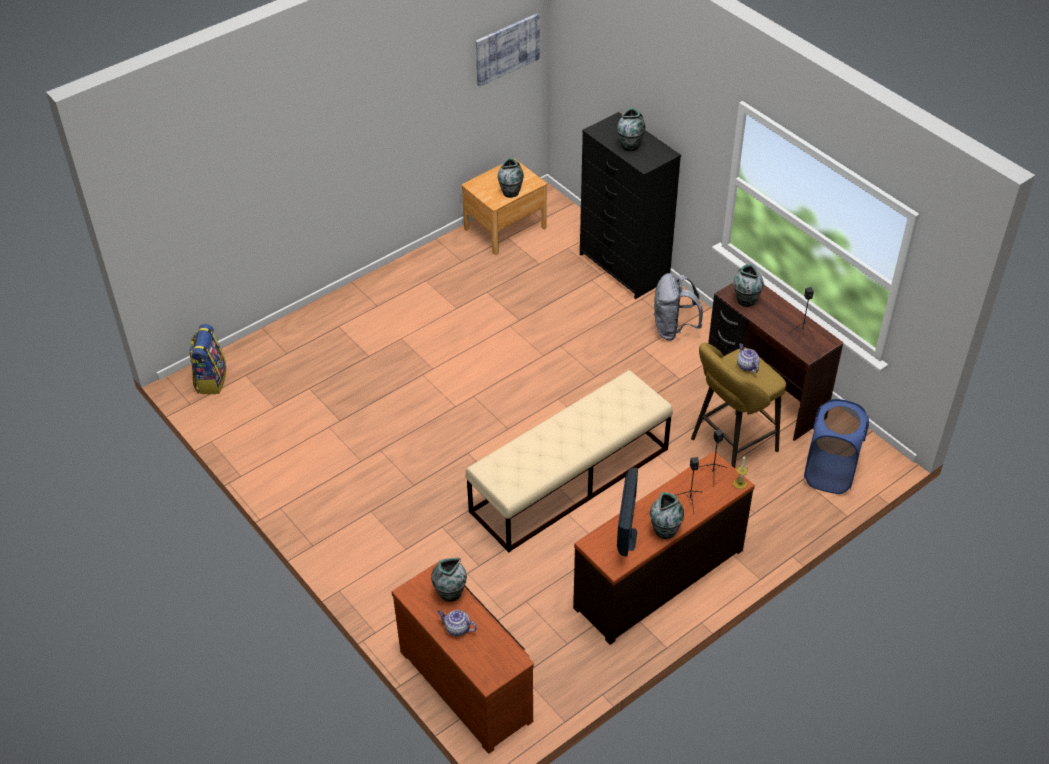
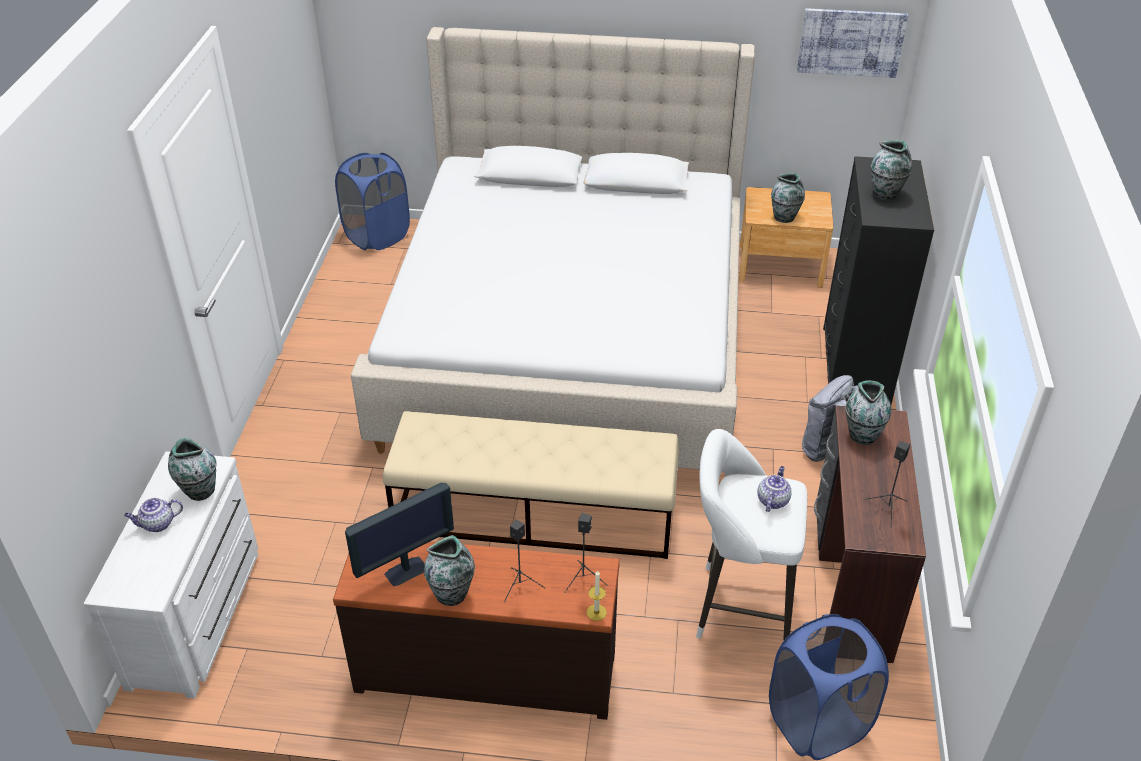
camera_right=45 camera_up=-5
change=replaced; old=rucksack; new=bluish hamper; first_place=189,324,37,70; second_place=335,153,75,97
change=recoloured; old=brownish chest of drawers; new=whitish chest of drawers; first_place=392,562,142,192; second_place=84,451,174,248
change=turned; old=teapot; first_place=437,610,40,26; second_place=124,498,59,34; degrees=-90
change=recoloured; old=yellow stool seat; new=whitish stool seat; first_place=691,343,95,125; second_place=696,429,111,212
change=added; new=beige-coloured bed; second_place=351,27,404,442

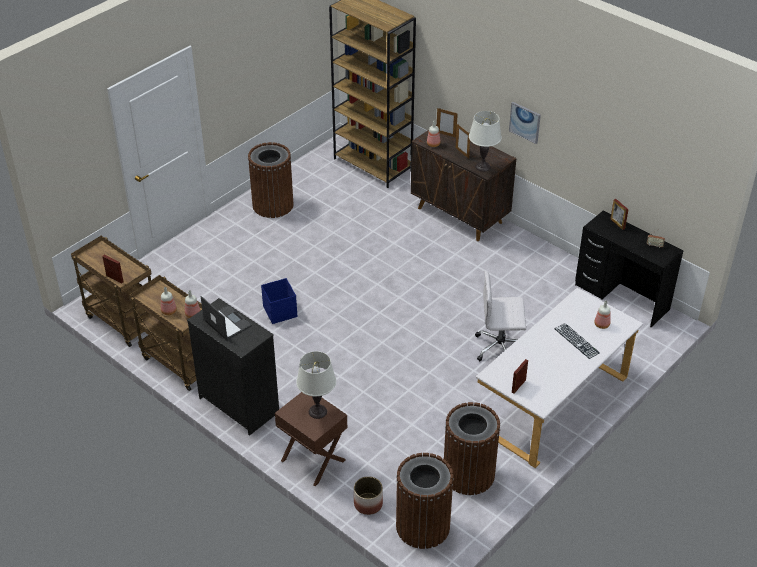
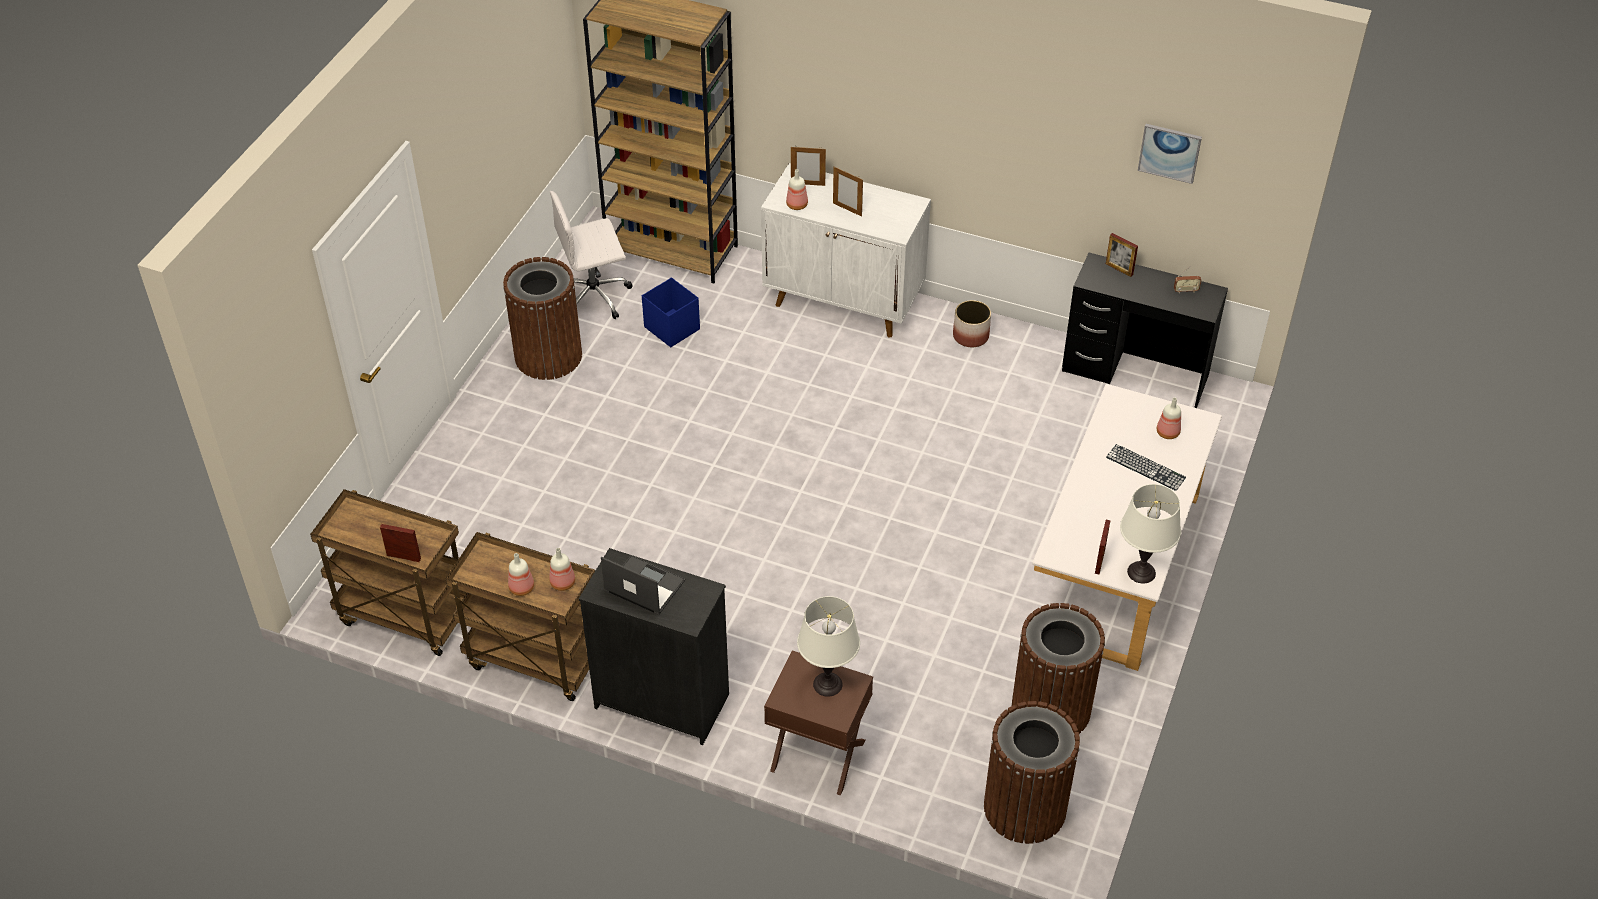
camera_right=-20 camera_up=5
change=moved; old=bluish storage container; first_place=261,278,36,46; second_place=642,278,58,69
change=moved; old=planter; first_place=354,476,29,39; second_place=953,300,38,47
change=recoloured; old=brownish cupboard; new=whitish cupboard; first_place=411,124,106,117; second_place=761,163,170,175
change=moved; old=whitish lamp for a table; first_place=469,111,33,61; second_place=1120,484,61,100
change=moved; old=whitish desk chair; first_place=475,270,51,91; second_place=550,191,82,128
change=moved; old=wall picture; first_place=509,102,32,42; second_place=1138,124,64,60

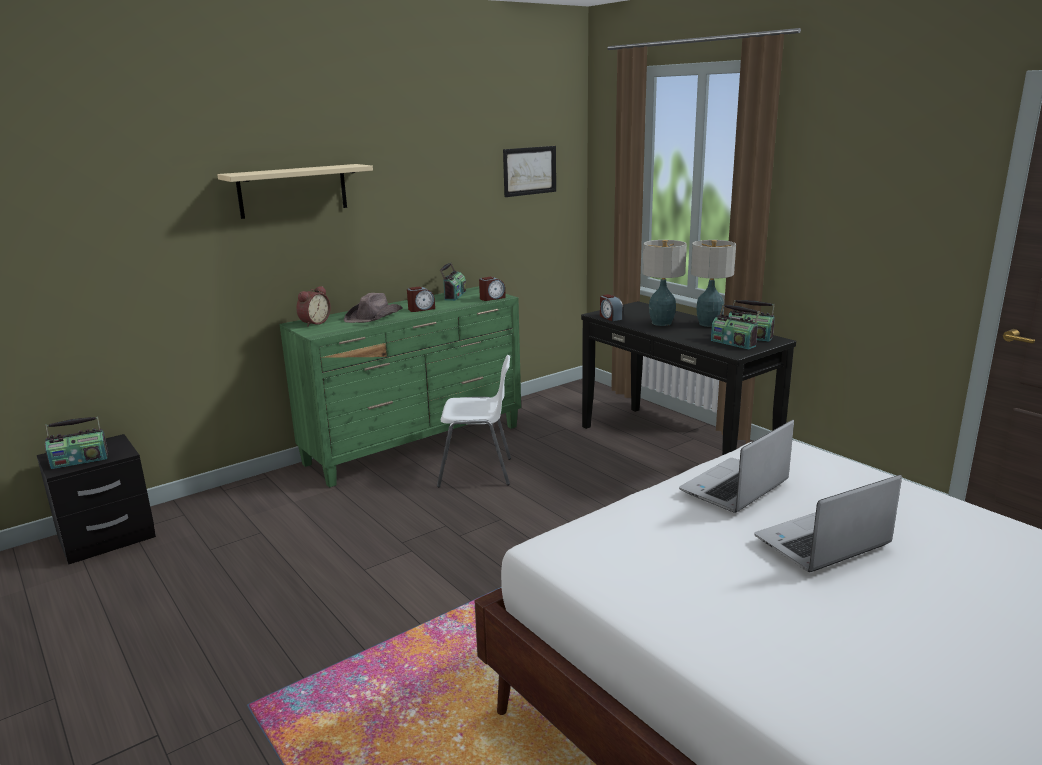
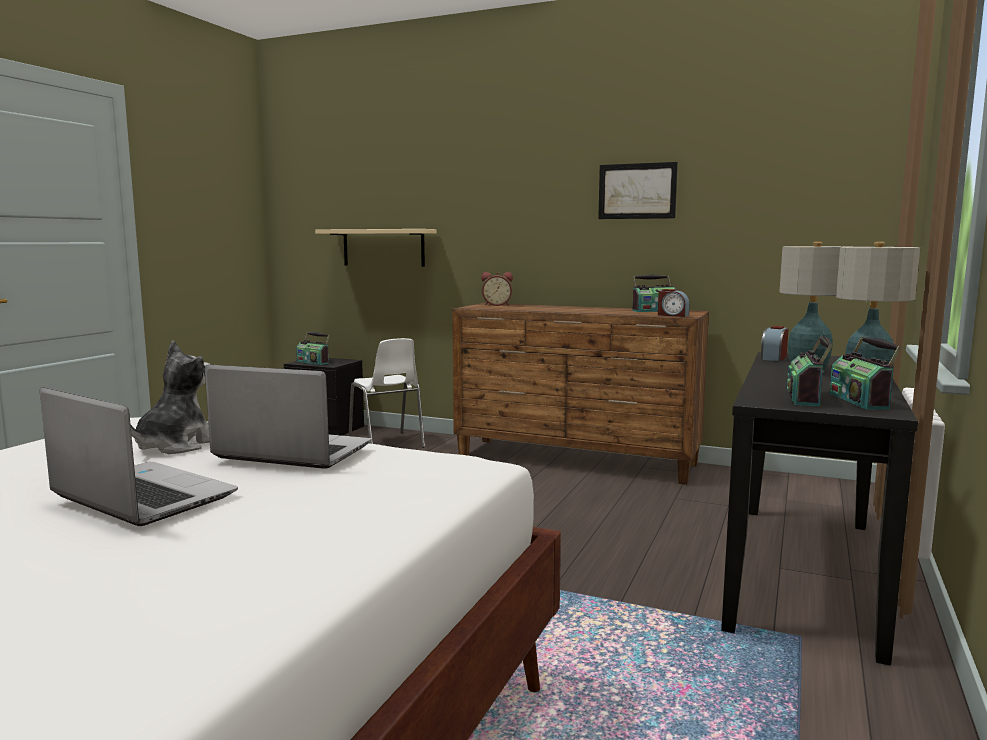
camera_right=60 camera_up=-10
change=moved; old=beige-coloured wall shelf; first_place=217,164,156,55; second_place=315,229,121,38
change=recoloured; old=green chest of drawers; new=brownish chest of drawers; first_place=279,286,242,201; second_place=452,303,257,182
change=removed; old=brownish clothing hat; first_place=344,293,59,30
change=removed; old=table clock; first_place=407,287,28,25
change=moved; old=whitish upright chair; first_place=437,355,74,132; second_place=349,338,76,110
change=moved; old=wall picture; first_place=503,146,53,51; second_place=598,162,80,57
change=added; new=soft toy; second_place=131,340,80,114

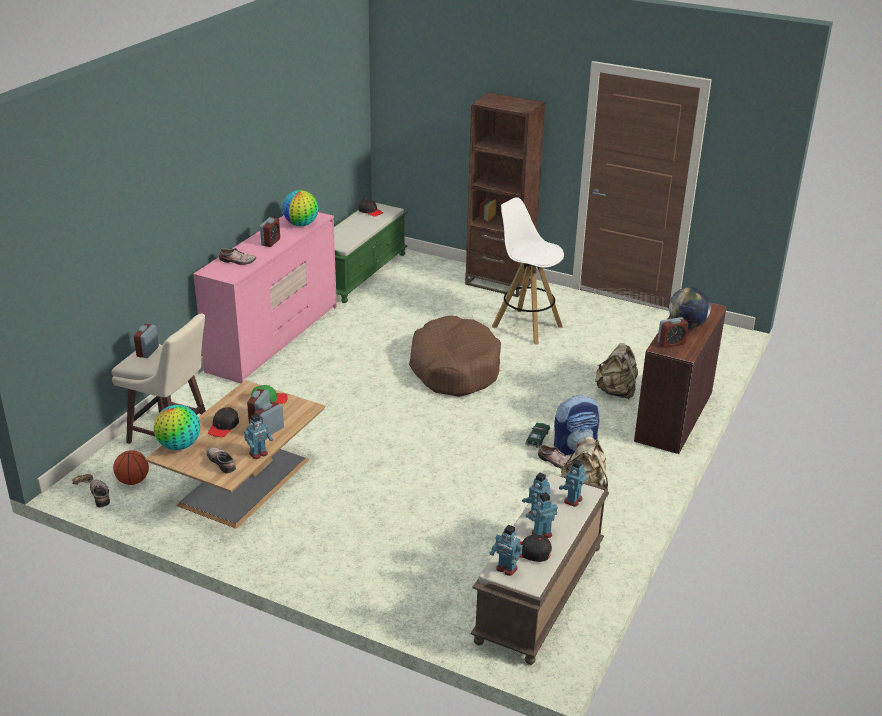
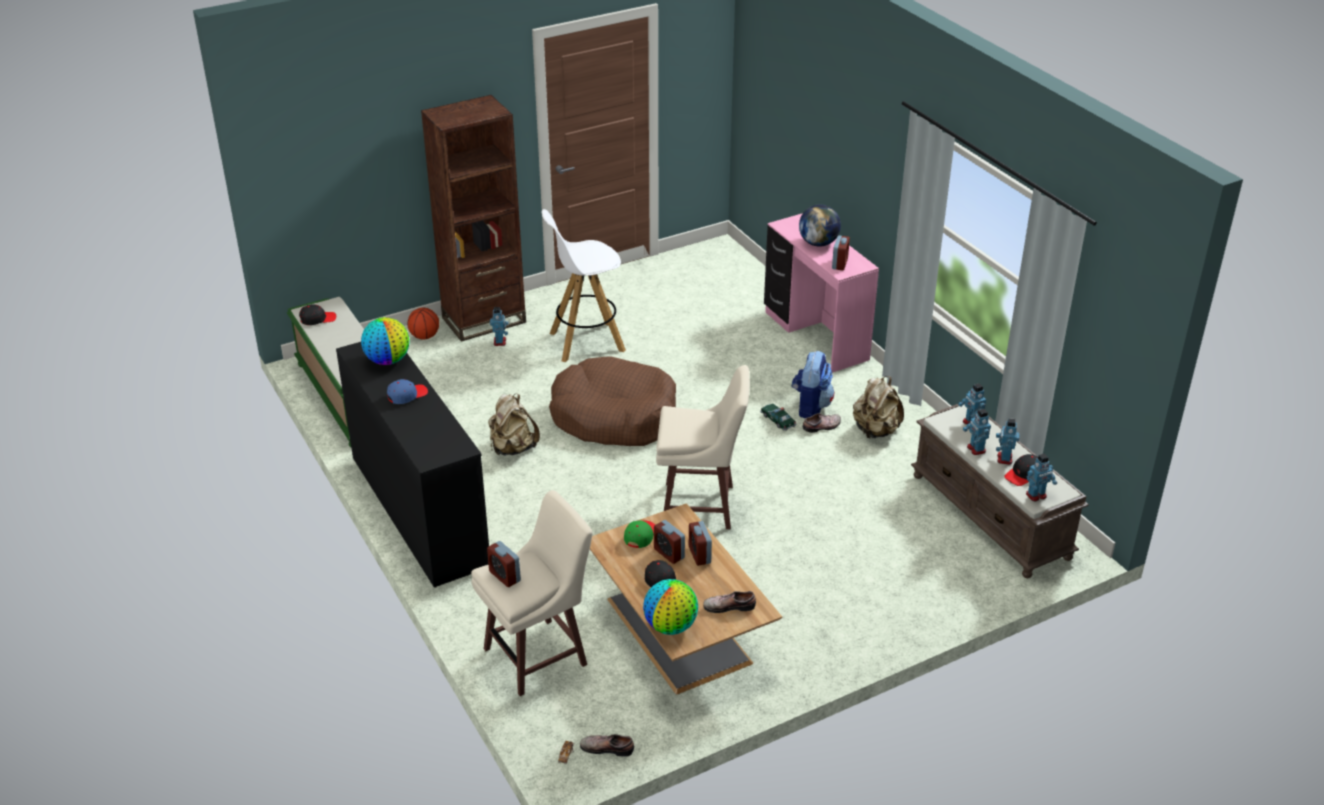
camera_right=-55 camera_up=5
change=moved; old=basketball ball; first_place=113,450,36,35; second_place=407,308,32,31
change=recoloured; old=pink chest of drawers; new=black chest of drawers; first_place=193,212,144,171; second_place=336,342,153,246
change=removed; old=low shoe; first_place=219,248,37,17
change=moved; old=robot figure; first_place=244,414,29,45; second_place=490,307,19,39
change=replaced; old=table clock; new=bluish cap; first_place=260,217,20,30; second_place=387,379,41,25
change=moved; old=beige-coloured rucksack; first_place=595,343,43,56; second_place=488,394,52,62
change=recoloured; old=brownish desk unit; new=pink desk unit; first_place=634,303,93,151; second_place=764,213,115,160
change=added; new=beige-coloured stool seat; second_place=656,365,94,164

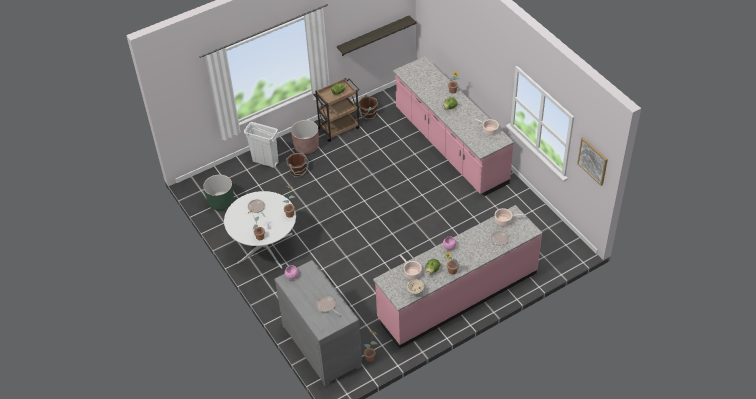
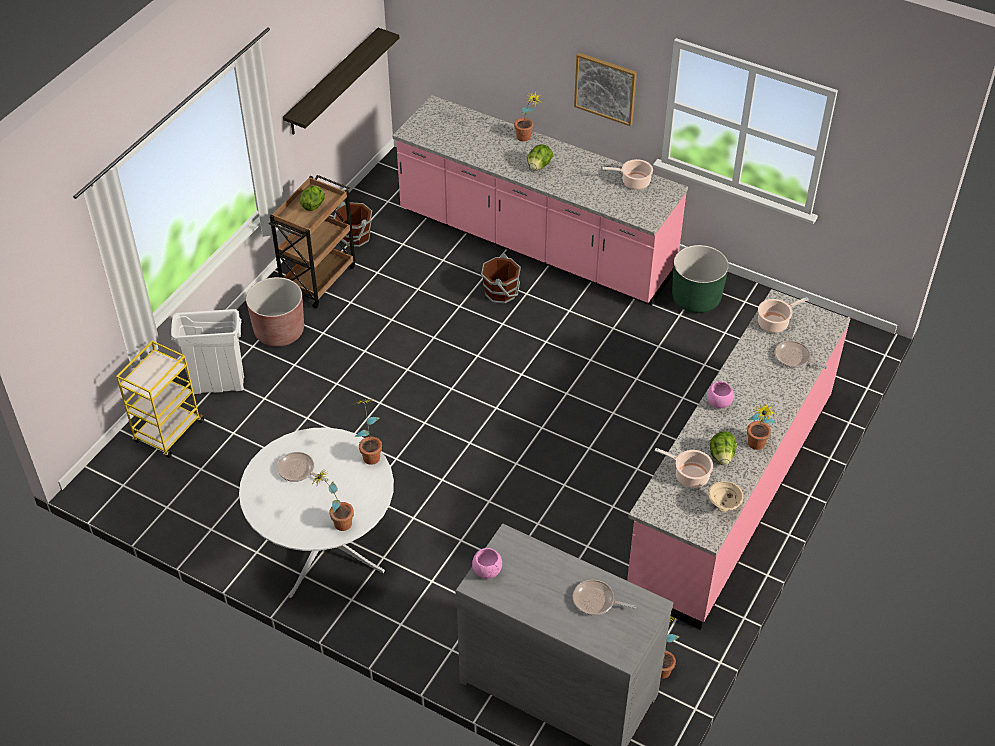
camera_right=-30 camera_up=0
change=moved; old=green planter; first_place=203,175,31,35; second_place=672,245,57,68
change=moved; old=brownish water bucket; first_place=286,153,23,24; second_place=481,253,40,51
change=moved; old=wall picture; first_place=577,137,31,49; second_place=574,53,63,73
change=added; new=yellow wheeled cart; second_place=116,341,90,117

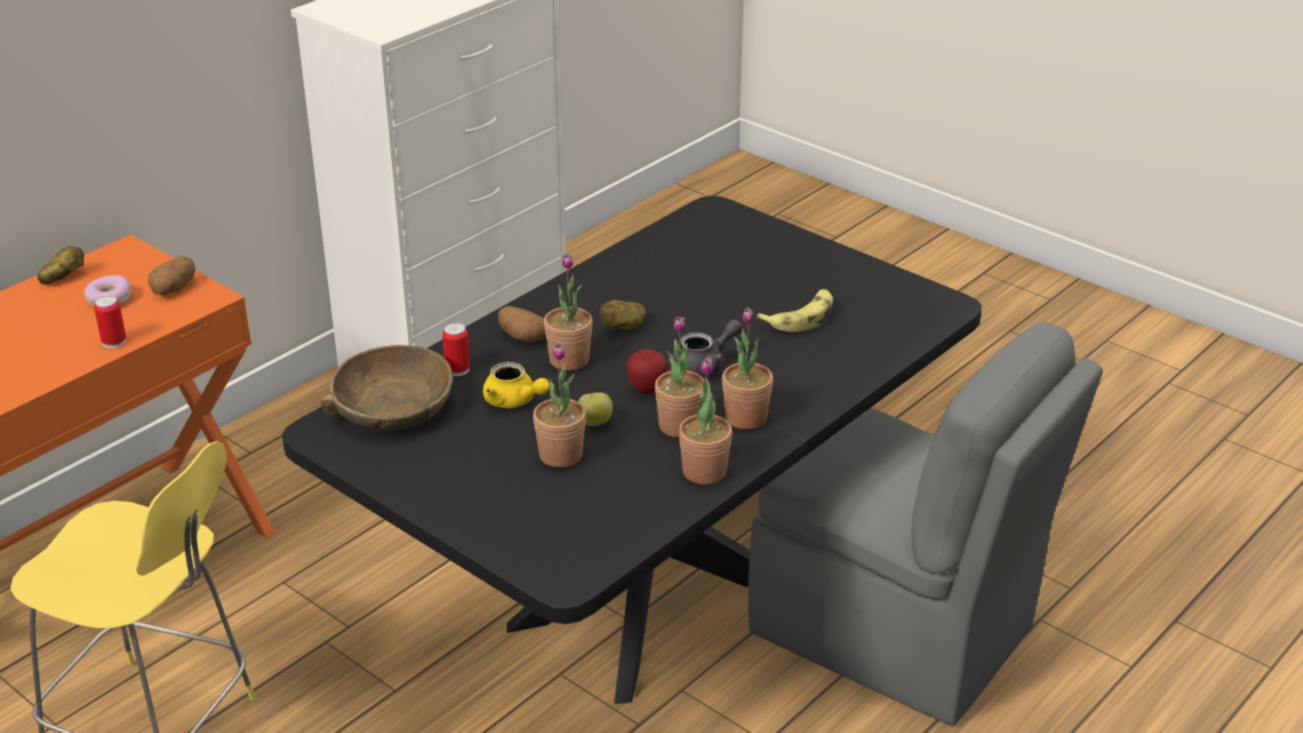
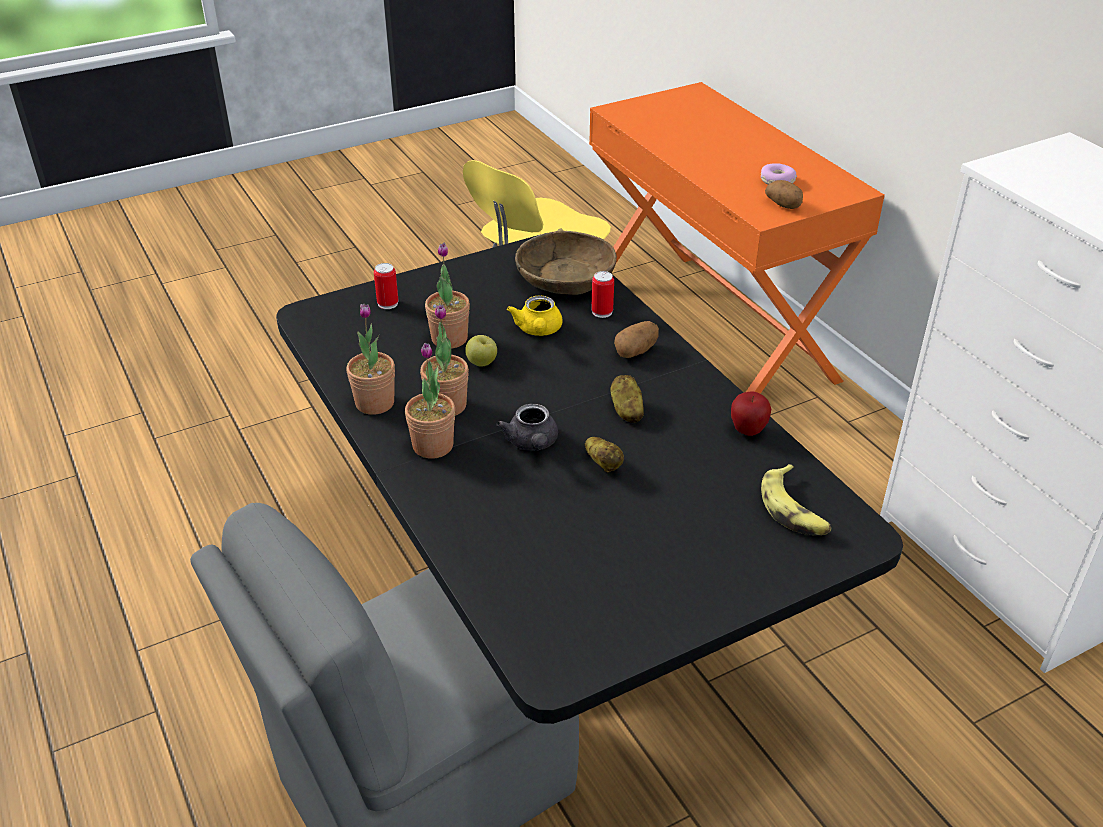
camera_right=110 camera_up=5
change=moved; old=potato; first_place=37,246,47,38; second_place=585,437,39,36
change=moved; old=sealed can; first_place=94,296,32,52; second_place=374,263,25,46
change=turned; old=yellow teapot; first_place=483,362,67,46; second_place=507,295,55,41; degrees=-60
change=removed; old=plant in a pot; first_place=544,254,49,117
change=moved; old=whole apple; first_place=627,349,41,44; second_place=731,391,40,45
change=moved; old=banana fruit; first_place=757,289,76,43; second_place=761,464,70,71

